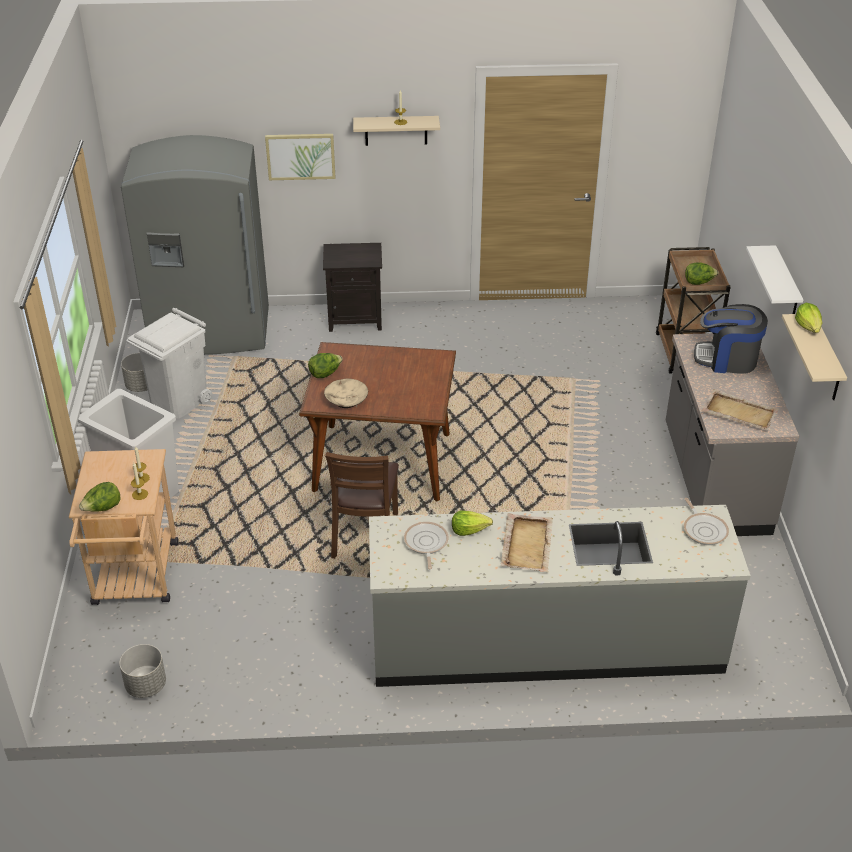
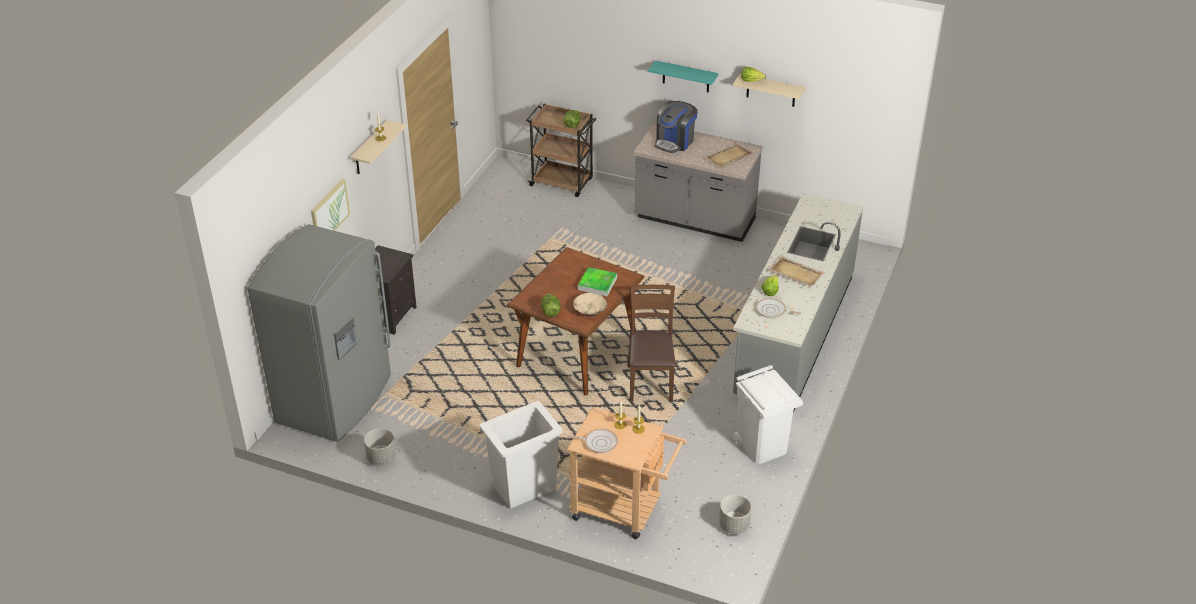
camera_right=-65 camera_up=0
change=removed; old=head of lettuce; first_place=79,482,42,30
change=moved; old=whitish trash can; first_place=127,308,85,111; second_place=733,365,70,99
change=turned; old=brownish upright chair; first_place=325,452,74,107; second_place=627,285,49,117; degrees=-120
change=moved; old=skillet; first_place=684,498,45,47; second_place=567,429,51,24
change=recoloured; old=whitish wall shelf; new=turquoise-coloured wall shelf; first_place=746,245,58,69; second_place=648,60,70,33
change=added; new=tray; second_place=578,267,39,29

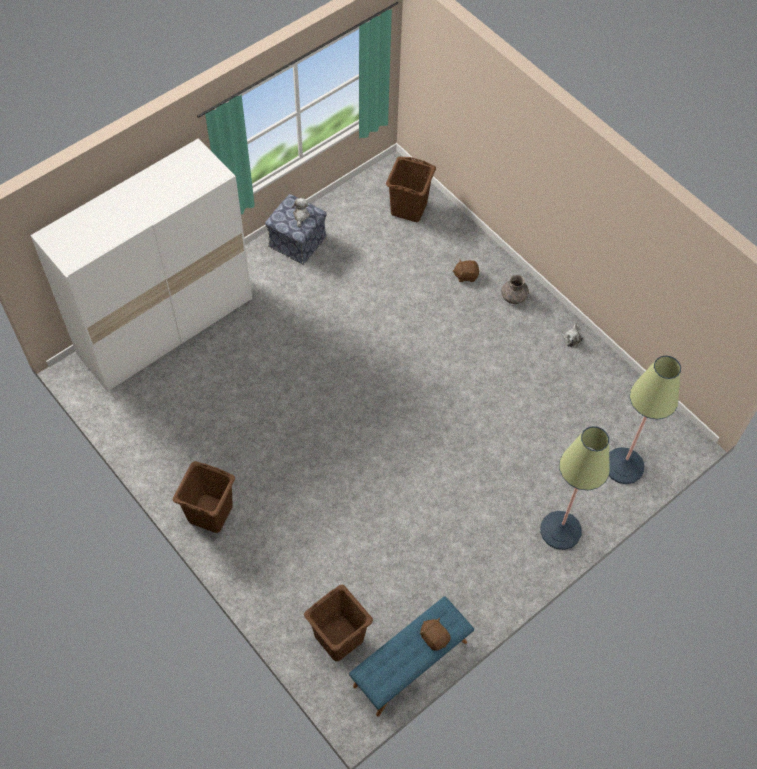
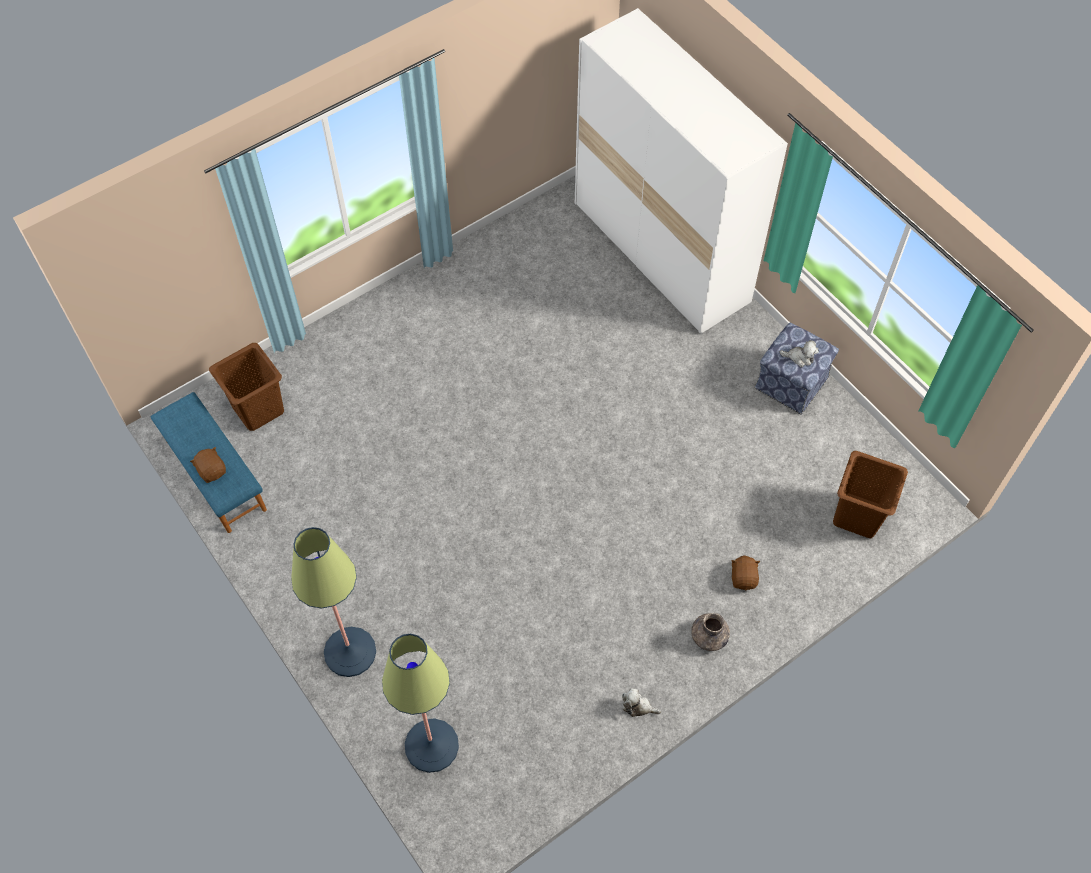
camera_right=95 camera_up=0
change=removed; old=brownish hamper; first_place=173,461,62,72
change=turned; old=brownish soft toy; first_place=420,618,31,33; second_place=190,447,36,36; degrees=-90

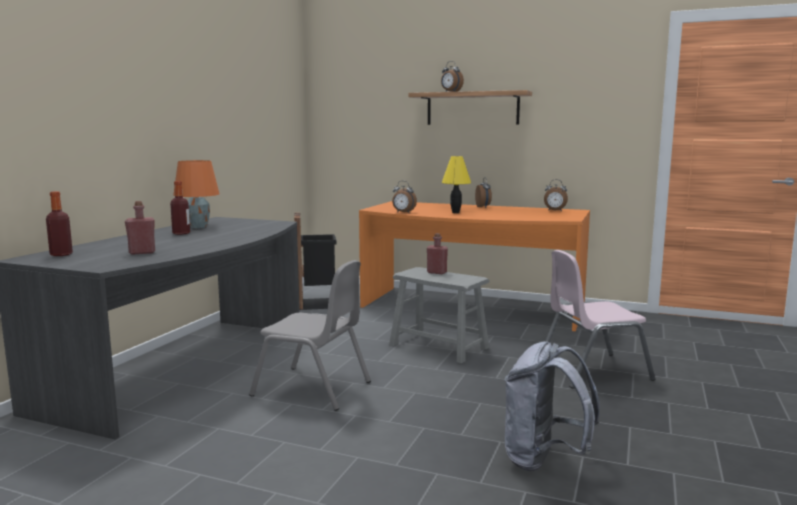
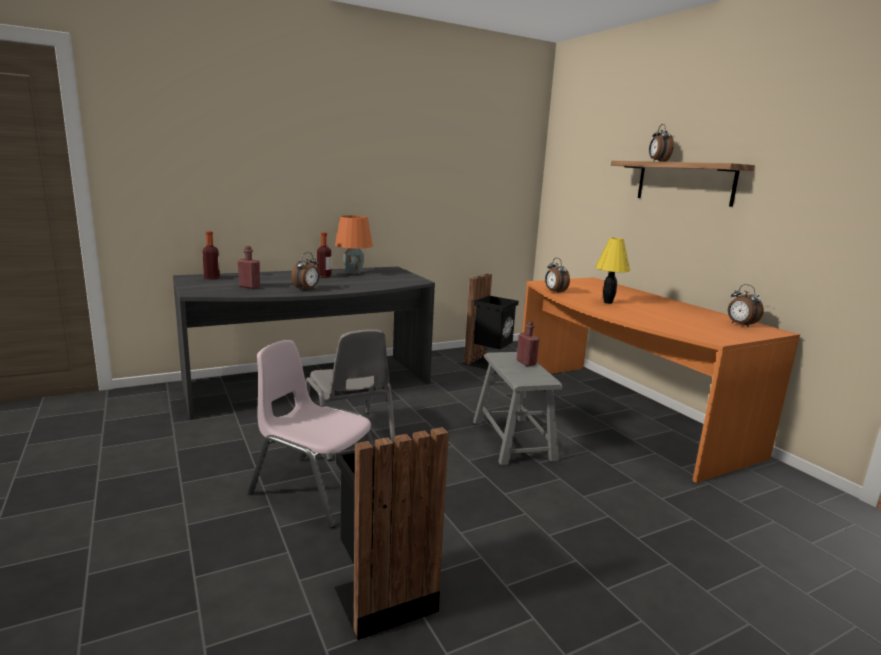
camera_right=40 camera_up=5
change=moved; old=table clock; first_place=475,177,17,31; second_place=291,252,29,39
change=replaced; old=greyish rucksack; new=black trash can; first_place=504,341,96,130; second_place=334,427,115,213
change=moved; old=pink upright chair; first_place=545,250,110,139; second_place=248,340,126,188

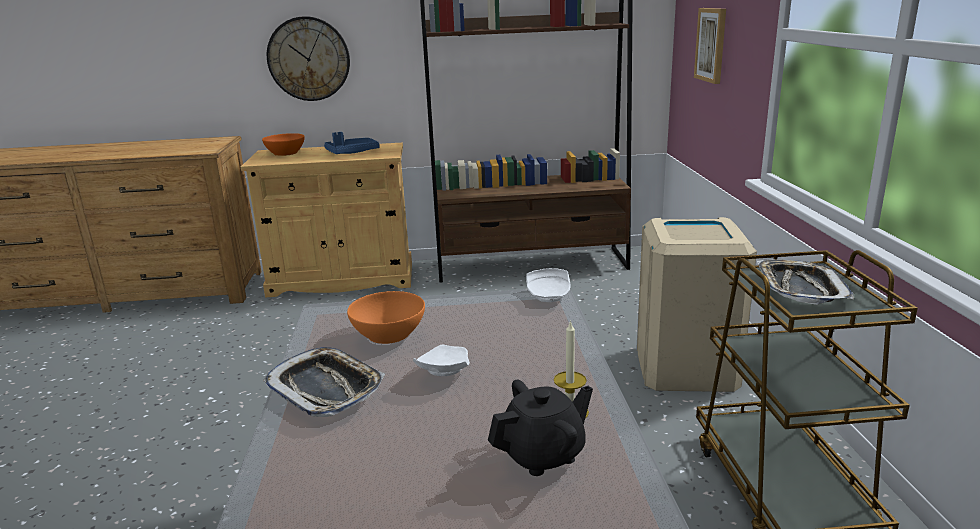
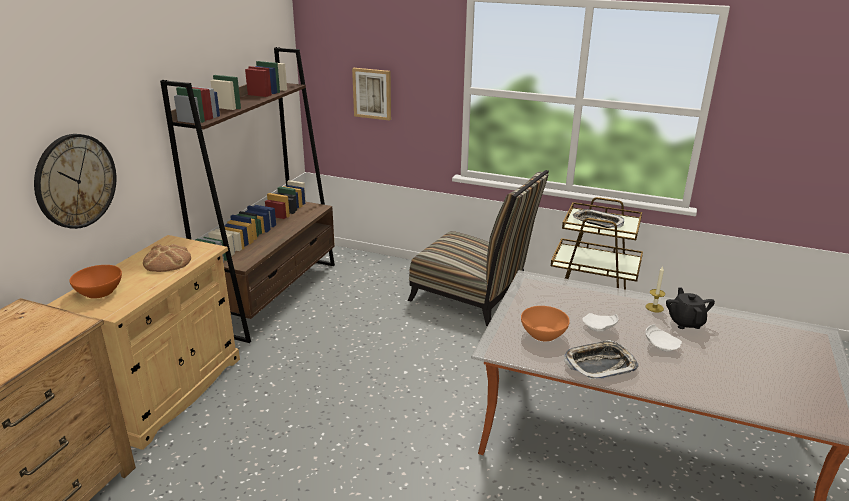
camera_right=-65 camera_up=5
change=replaced; old=bluish tray; new=baked bread; first_place=324,132,56,22; second_place=143,244,48,28
change=moved; old=whitish dinner plate; first_place=526,268,45,34; second_place=645,324,37,28
change=replaced; old=beige-coloured trash can; new=upright chair; first_place=636,217,121,175; second_place=408,170,141,156

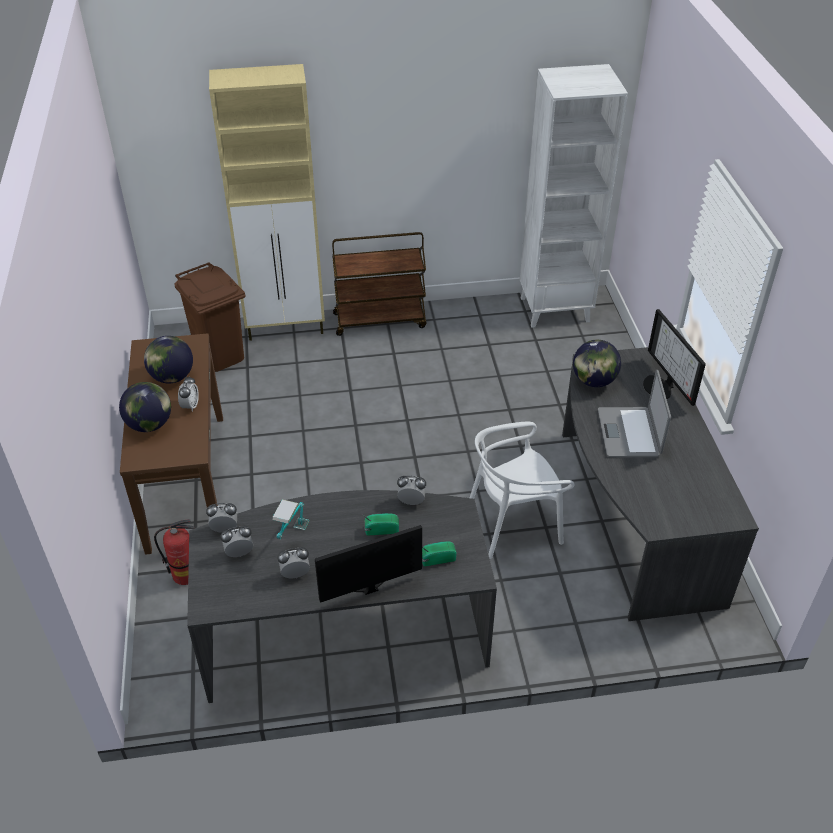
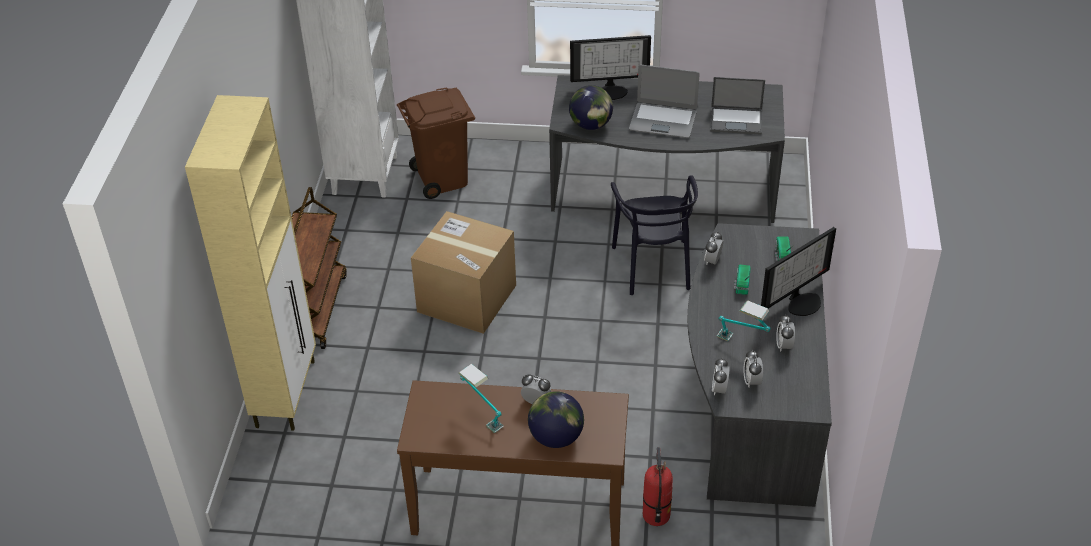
camera_right=-75 camera_up=0
change=replaced; old=world globe; new=lamp for a table; first_place=144,336,49,48; second_place=458,364,46,69
change=moved; old=brownish trash can; first_place=175,262,71,110; second_place=397,87,78,112
change=turned; old=monitor; first_place=315,525,107,77; second_place=761,227,75,89; degrees=-120
change=recoloured; old=whitish upright chair; new=black upright chair; first_place=470,422,104,137; second_place=611,175,87,120
change=added; new=cardboard box; second_place=411,211,105,123
change=added; new=laptop; second_place=710,77,55,58

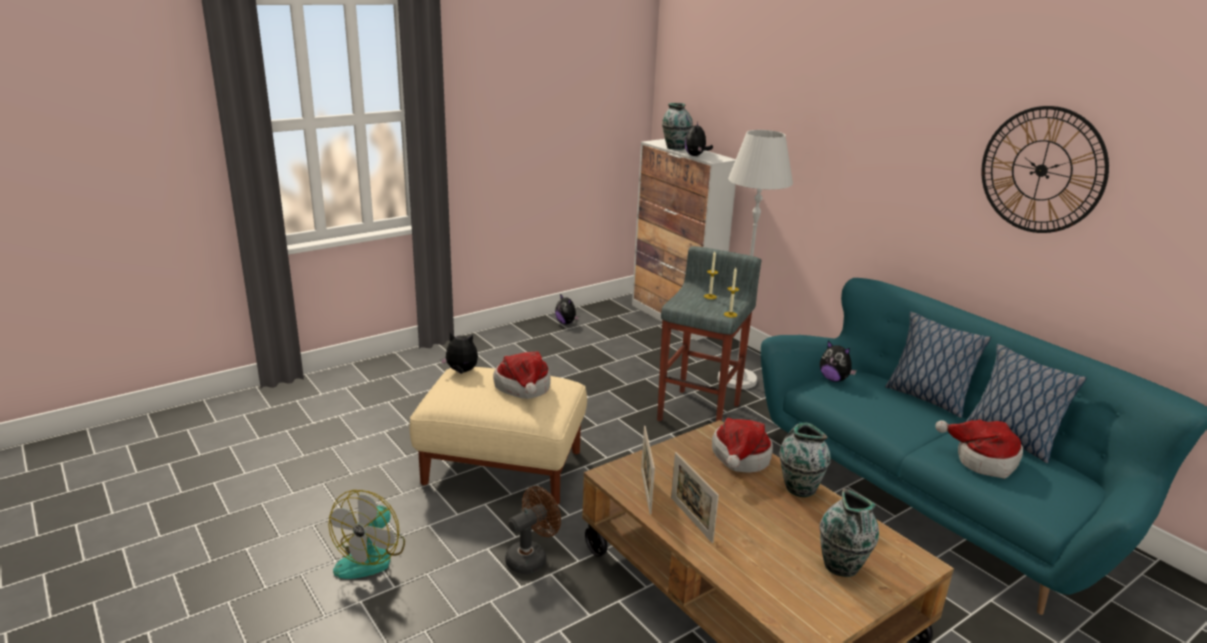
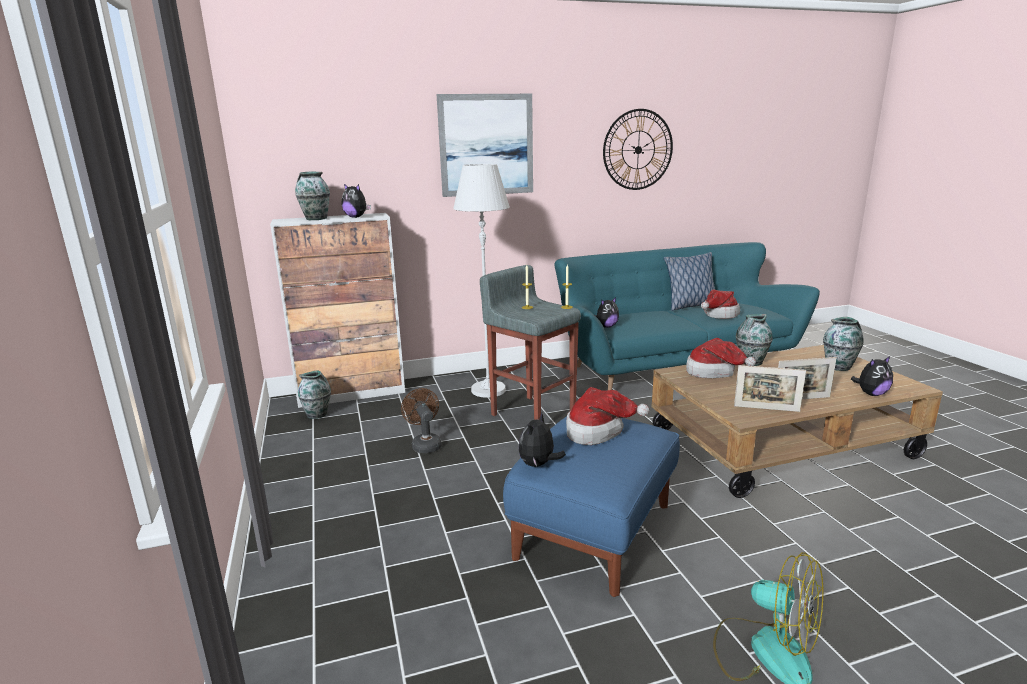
camera_right=-70 camera_up=-5
change=recoloured; old=beige-coloured pouffe; new=bluish pouffe; first_place=410,367,177,138; second_place=503,416,177,181
change=moved; old=brownish electric fan; first_place=505,486,56,88; second_place=401,388,41,65
change=moved; old=soft toy; first_place=555,294,24,30; second_place=851,356,42,40
change=removed; old=throw pillow; first_place=885,312,106,106
change=added; new=vase; second_place=298,370,33,49
change=added; new=wall picture; second_place=437,94,96,103

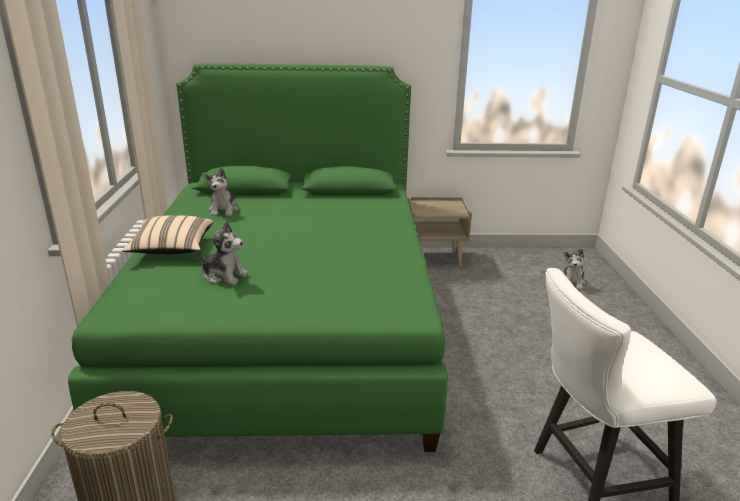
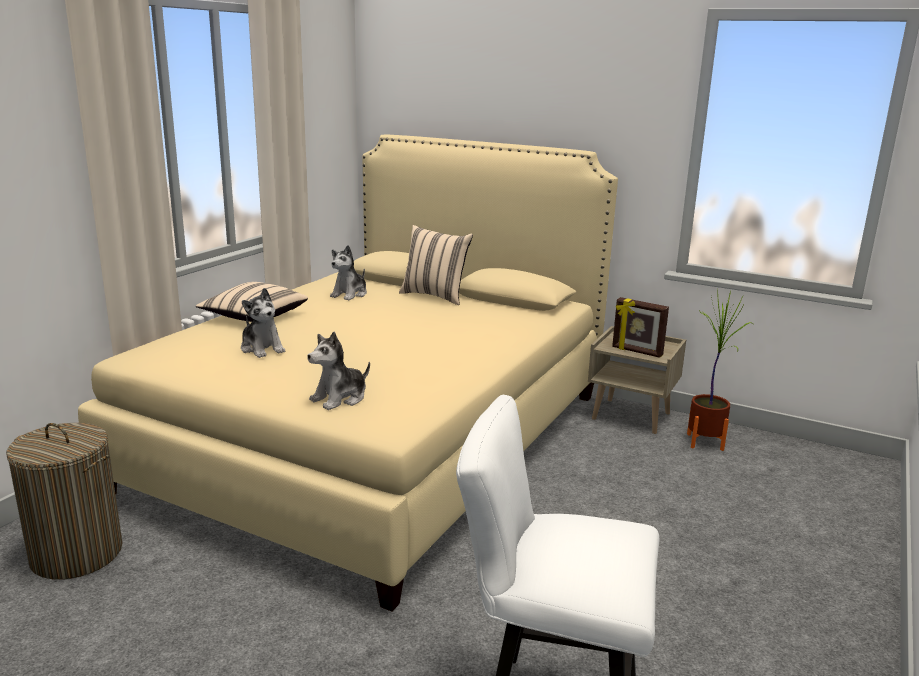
camera_right=30 camera_up=-5
change=recoloured; old=green bed; new=beige-coloured bed; first_place=68,64,380,388; second_place=78,135,540,477
change=moved; old=soft toy; first_place=563,249,22,41; second_place=307,332,63,78
change=added; new=beige-coloured throw pillow; second_place=399,225,74,80
change=added; new=picture frame; second_place=612,297,57,61
change=added; new=plant in a pot; second_place=687,289,66,162

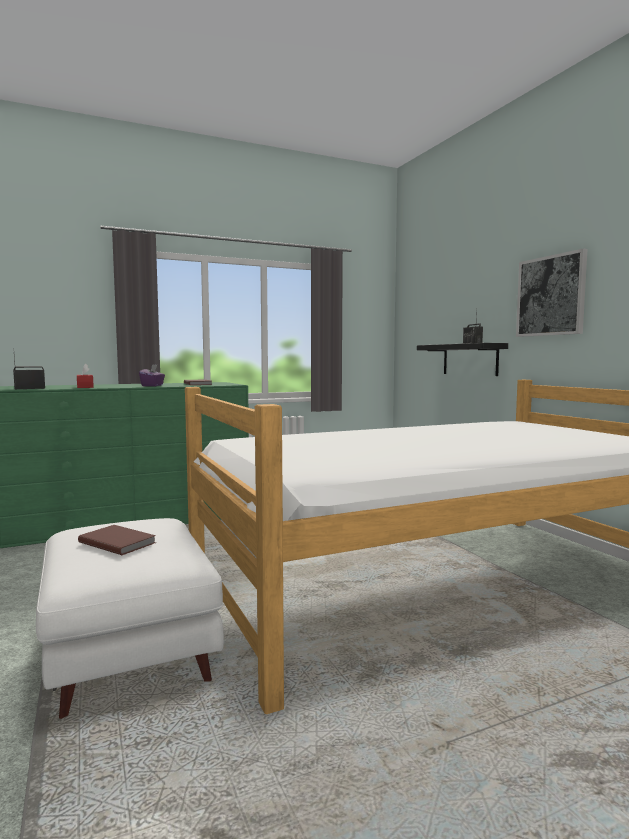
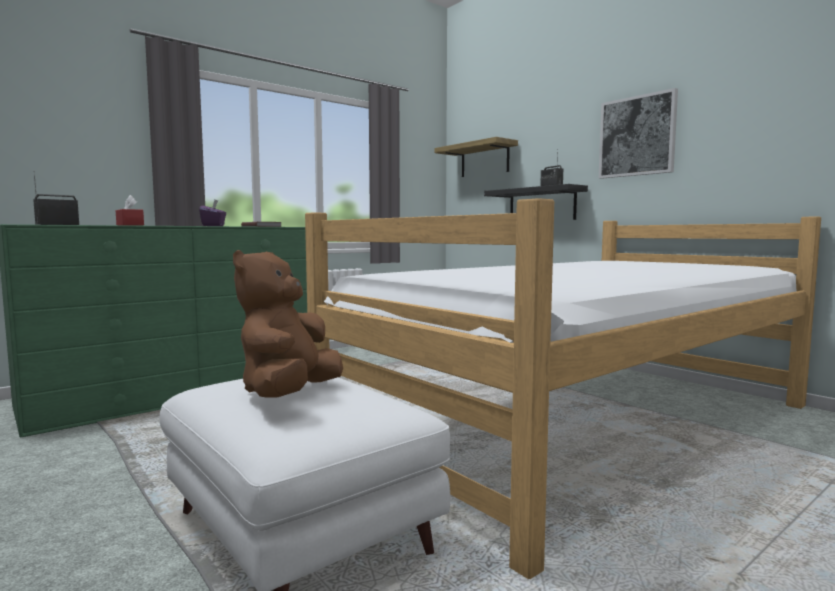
camera_right=-15 camera_up=0
change=replaced; old=brownish book; new=brownish soft toy; first_place=78,525,78,30; second_place=233,250,110,148
change=added; new=wall shelf; second_place=434,137,84,40

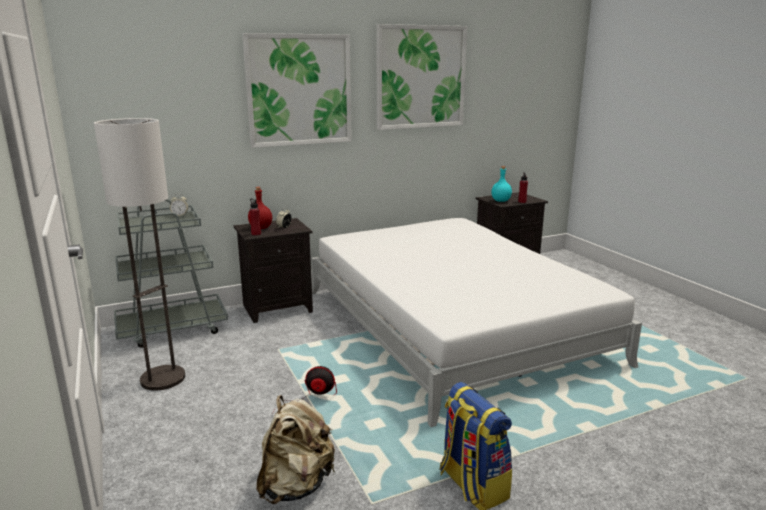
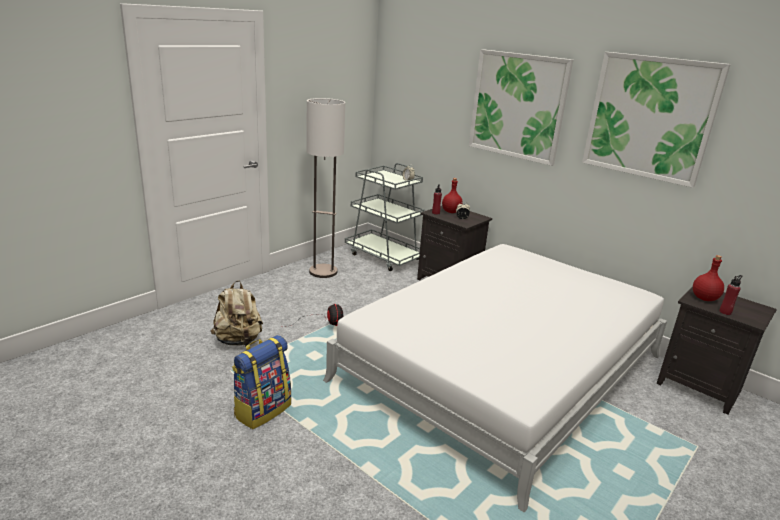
camera_right=65 camera_up=5
change=recoloured; old=turquoise-coloured beverage bottle; new=red-coloured beverage bottle; first_place=491,166,21,36; second_place=693,255,31,46

